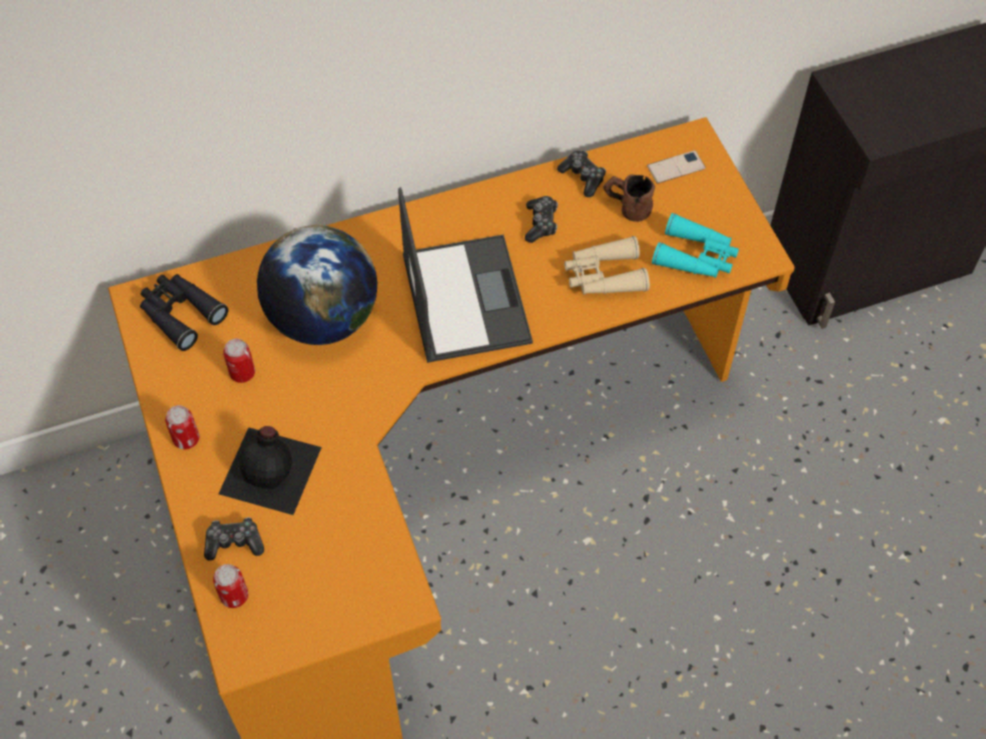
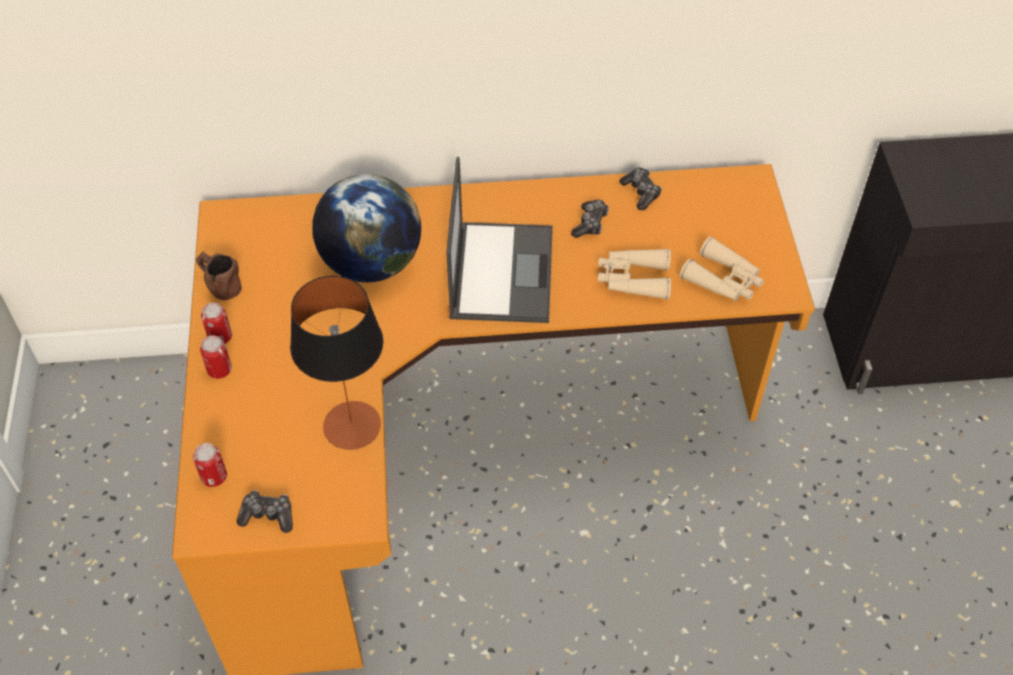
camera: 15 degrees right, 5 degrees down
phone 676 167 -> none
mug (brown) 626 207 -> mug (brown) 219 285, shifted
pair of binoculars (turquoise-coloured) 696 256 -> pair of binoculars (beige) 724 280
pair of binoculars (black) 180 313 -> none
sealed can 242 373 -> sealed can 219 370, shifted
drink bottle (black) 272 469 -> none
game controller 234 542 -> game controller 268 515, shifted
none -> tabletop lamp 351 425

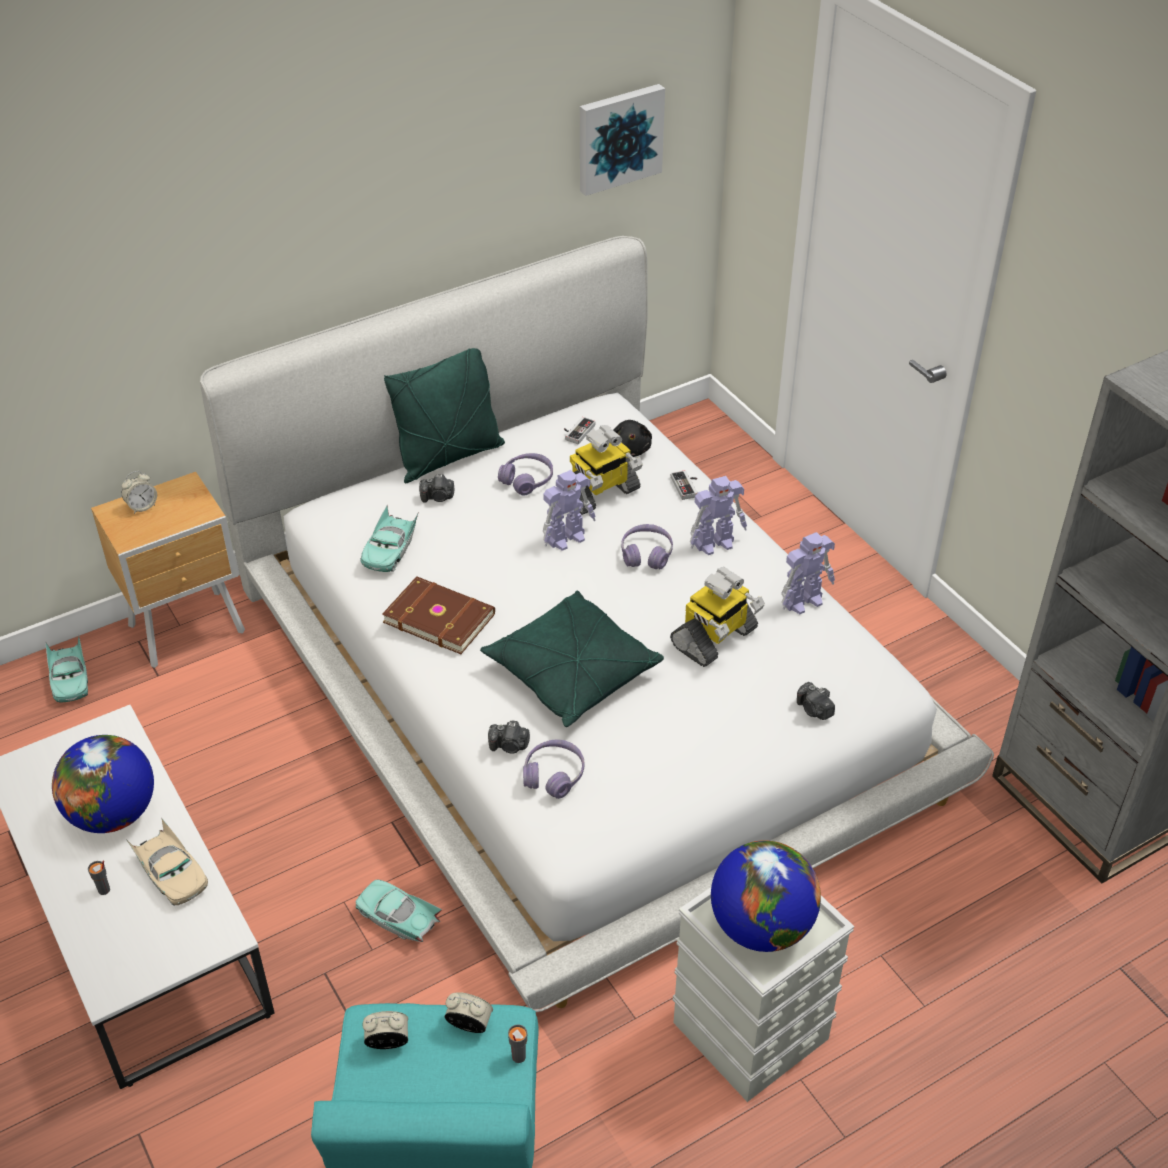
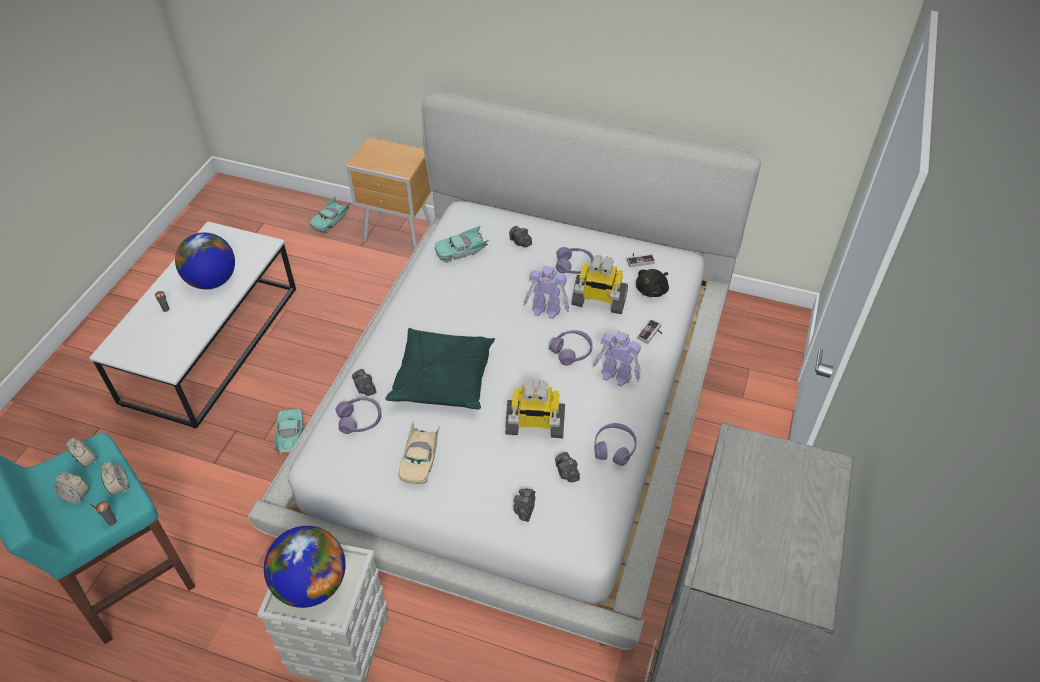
camera: 50 degrees right, 5 degrees up
wall art 619 137 -> none
pillow (green-coloured) 448 457 -> none
alarm clock 142 506 -> alarm clock 77 496, shifted
toy robot 804 601 -> headset (purplish) 614 448
book (brown) 439 617 -> none
miniature car (beige) 171 873 -> miniature car (beige) 420 460, shifted
none -> still camera 567 473

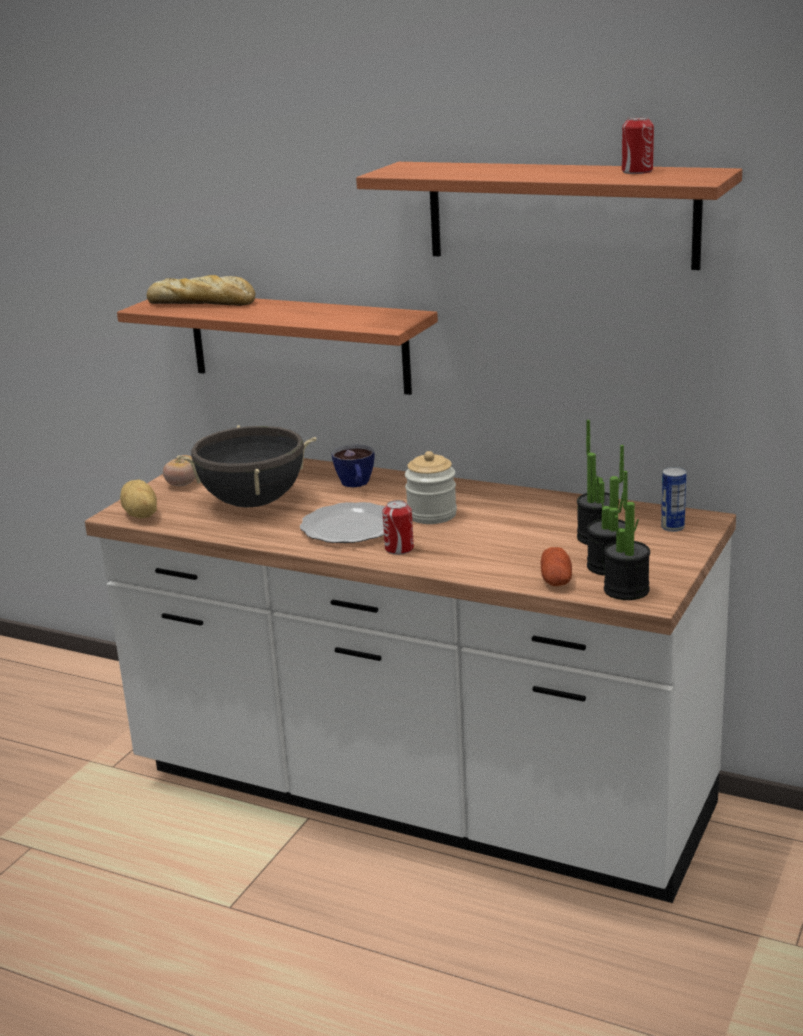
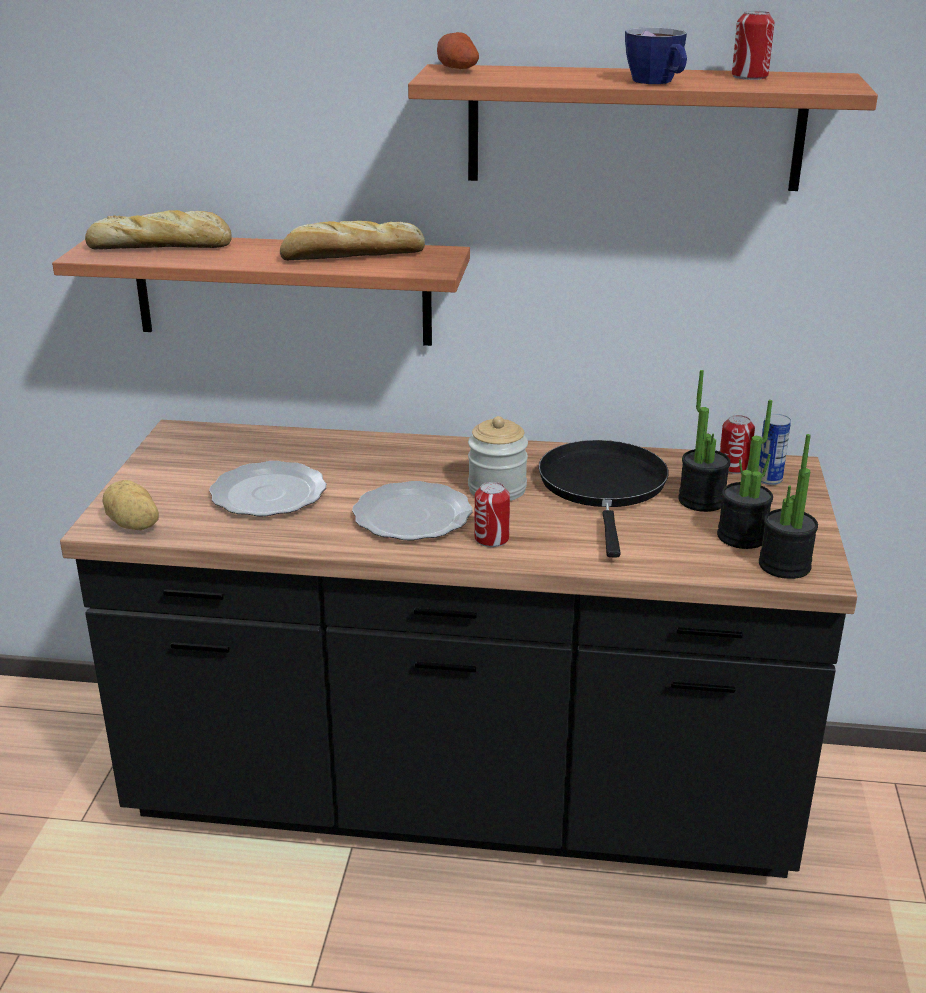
camera: 20 degrees left, 5 degrees up
cooking pot (black) 253 503 -> dinner plate 270 493
cup 356 485 -> cup 658 82, shifted
whole tomato 182 485 -> none
counter (white) 417 796 -> counter (black) 463 797
whole potato 556 580 -> whole potato 458 69, shifted
none -> bakery bread 350 256
none -> sealed can 733 467
none -> frying pan (black) 603 487

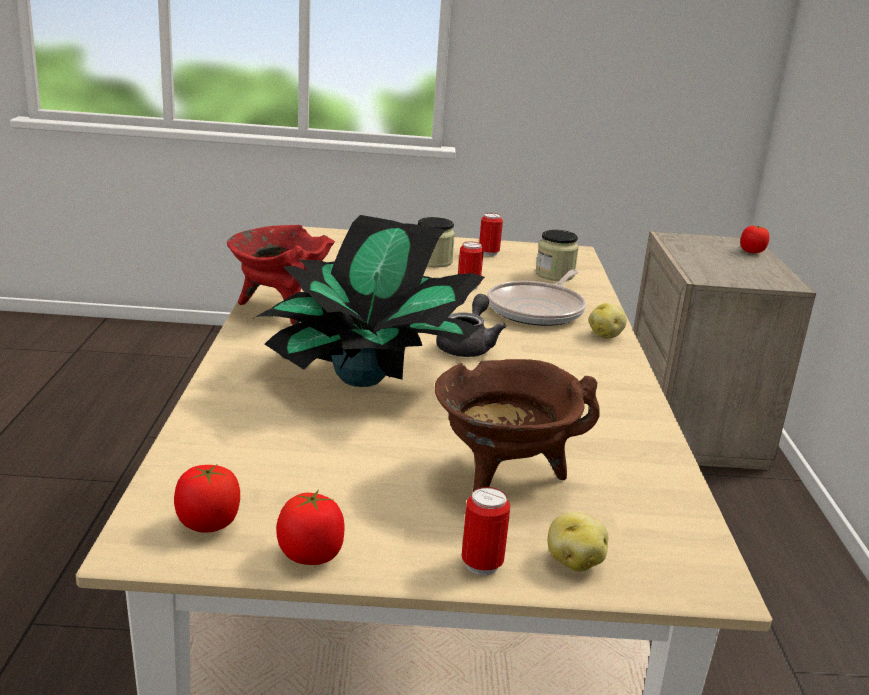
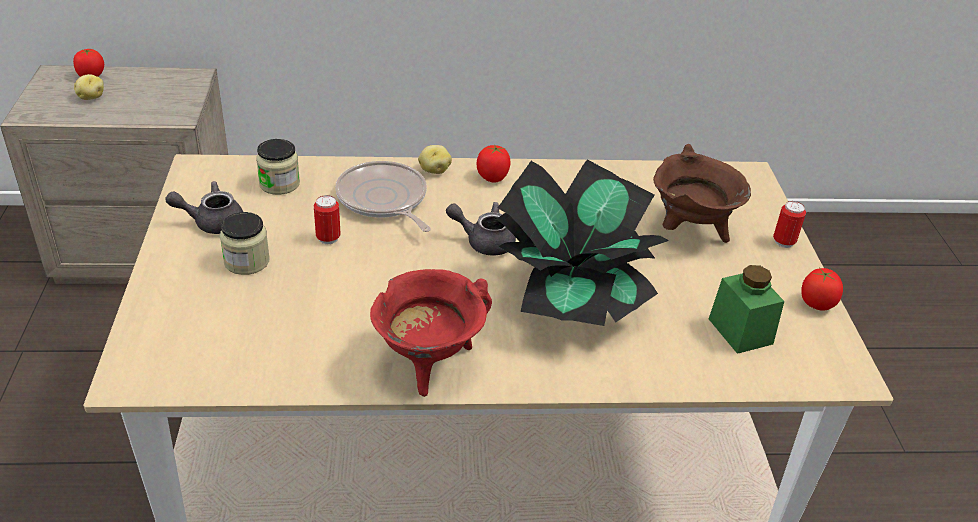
camera: 95 degrees left, 15 degrees up
sealed can 488 253 -> tea pot (greyish) 212 222
frying pan 538 310 -> frying pan 383 200, 150 degrees counterclockwise
whole tomato 208 525 -> whole tomato 492 177, shifted
whole potato 574 561 -> whole potato 90 97, shifted
none -> preserve jar (green-coloured) 740 331

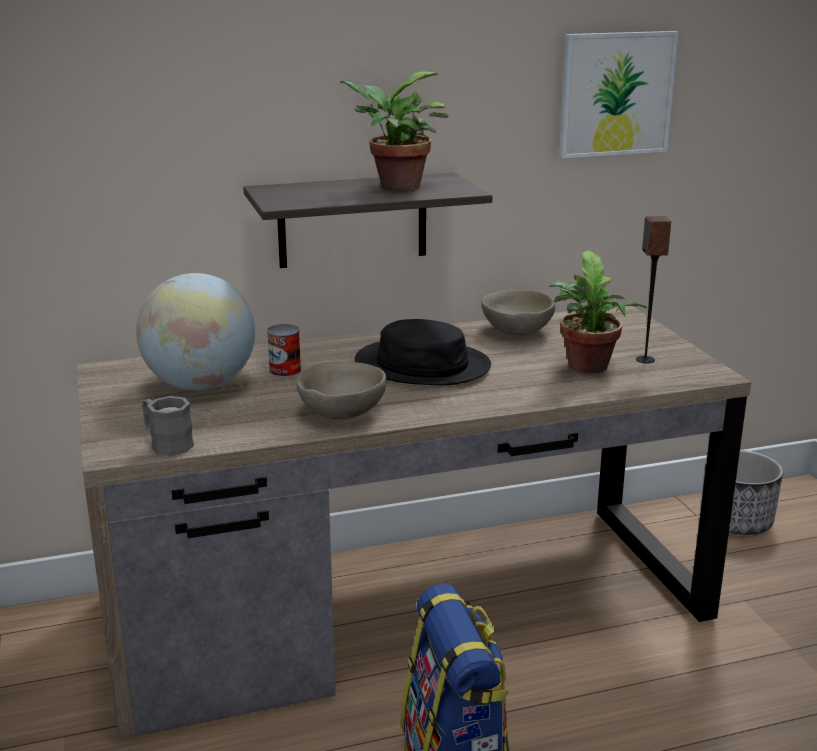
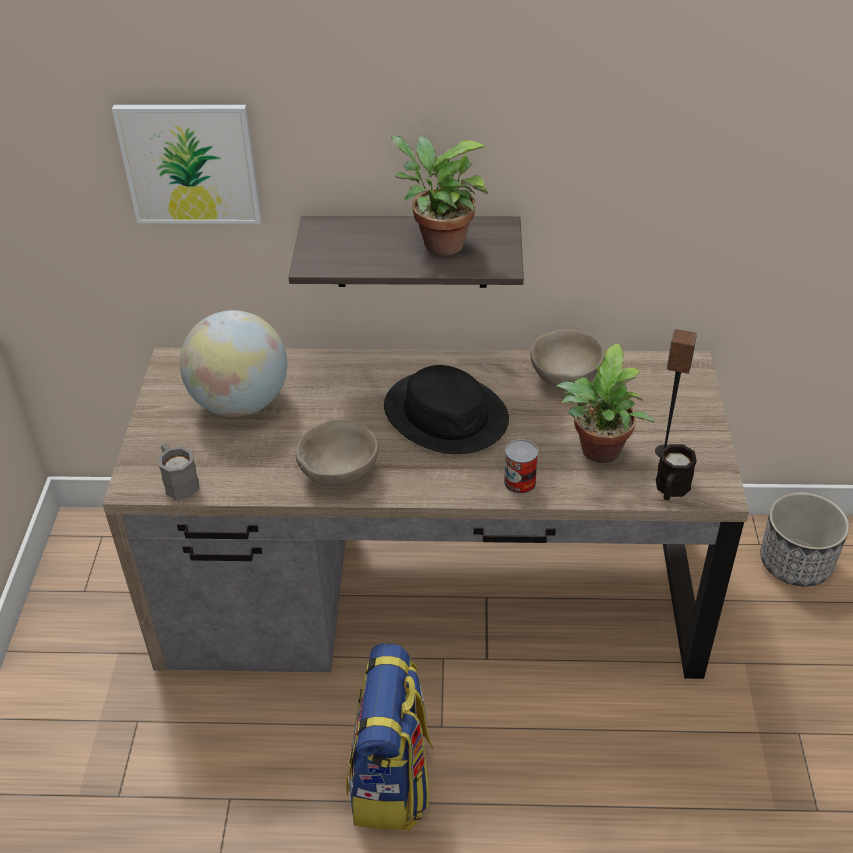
camera: 20 degrees right, 20 degrees up
wall art 616 94 -> wall art 190 164, shifted
sealed can 285 371 -> sealed can 519 482, shifted
none -> mug (black) 670 490

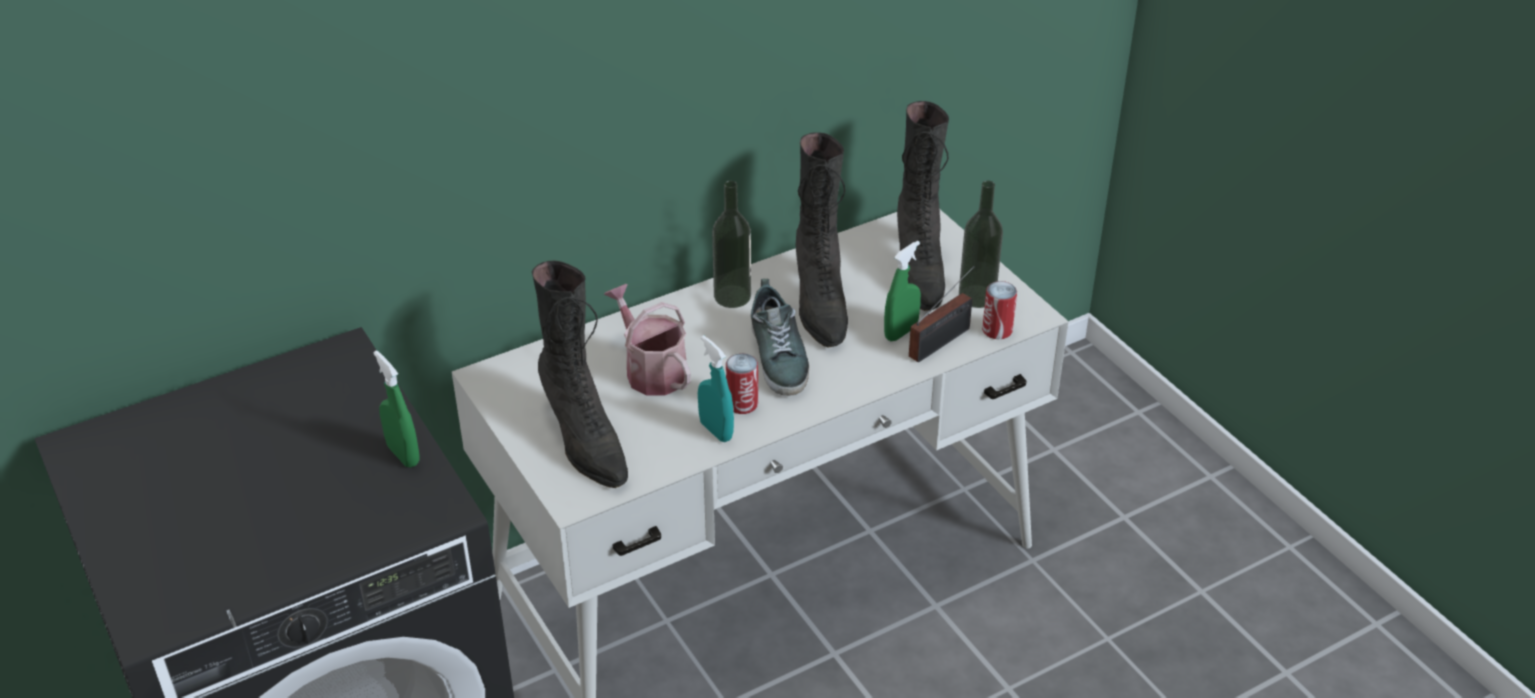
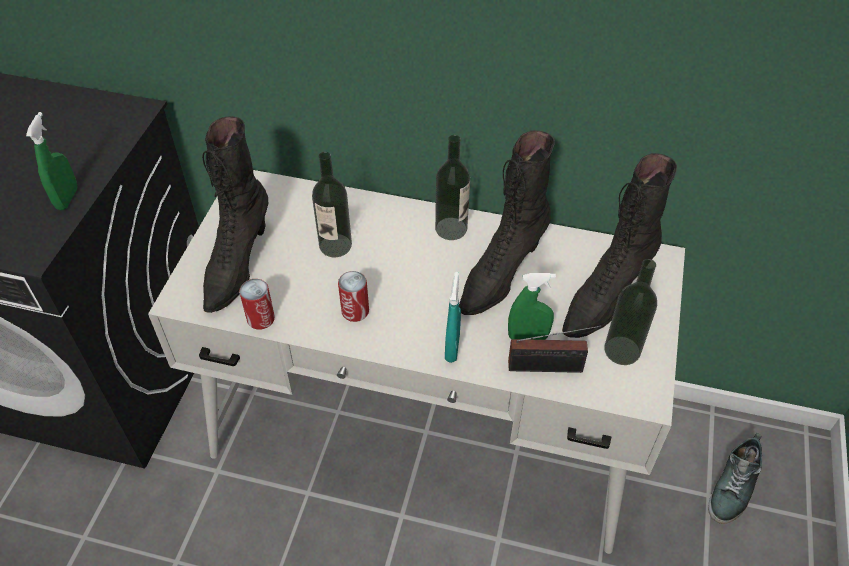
camera: 45 degrees right, 10 degrees up
low shoe 779 356 -> low shoe 733 487, shifted
sealed can 997 330 -> sealed can 261 319, shifted
watering pot 651 370 -> drink bottle 335 245
spray bottle (turquoise-coloured) 716 431 -> spray bottle (turquoise-coloured) 452 348, shifted

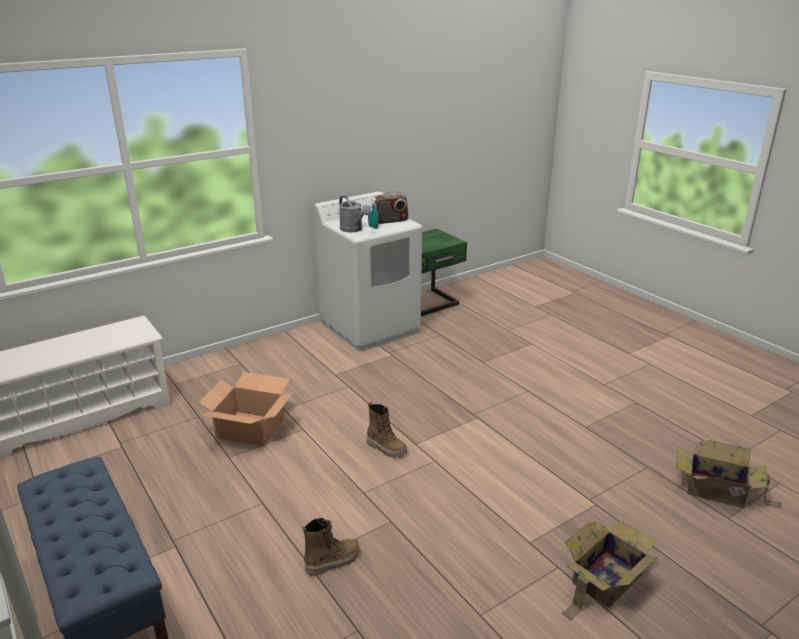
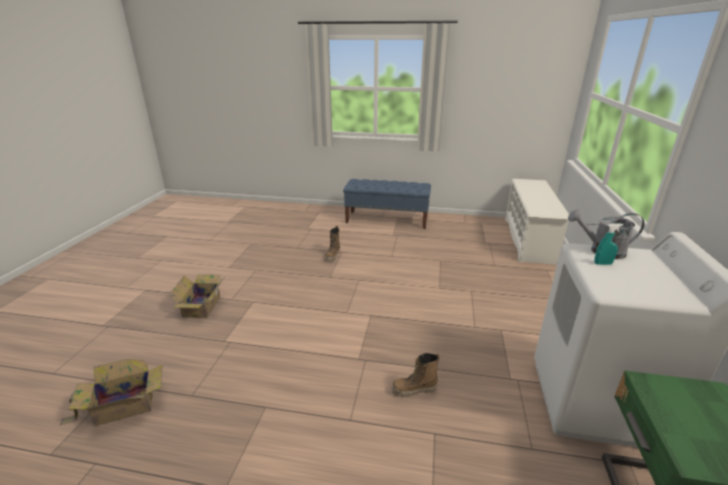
camera: 135 degrees right, 0 degrees up
radio set 390 221 -> none
packing box 250 428 -> none
boot 386 448 -> boot 414 390, shifted

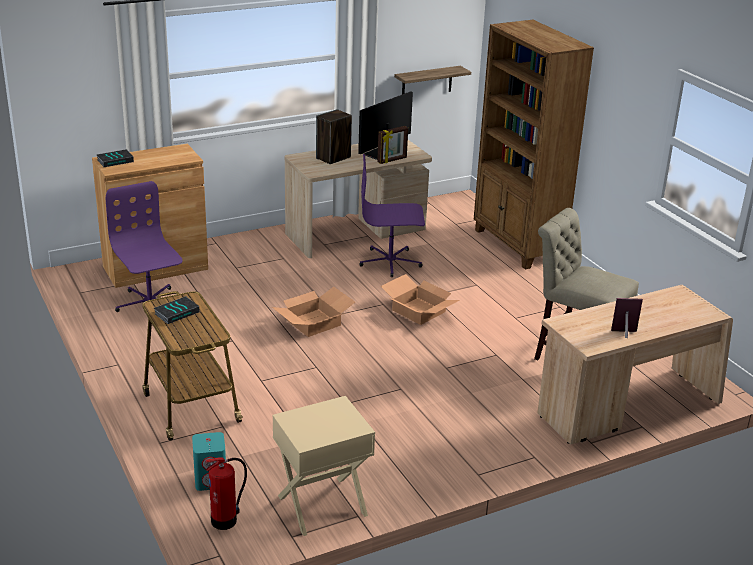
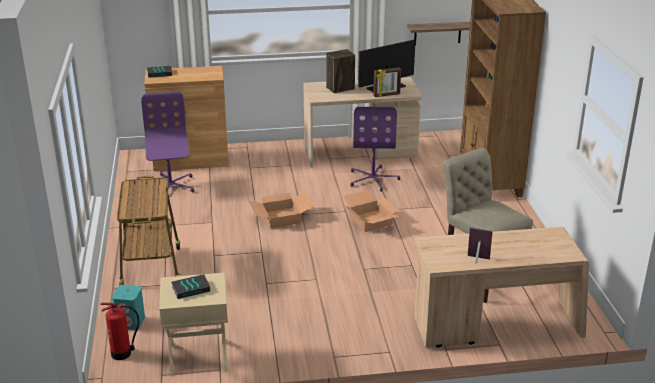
camera: 20 degrees right, 0 degrees up
computer chair (purplish) 390 262 -> computer chair (purplish) 373 179, 105 degrees counterclockwise
book 177 312 -> book 191 288, shifted

